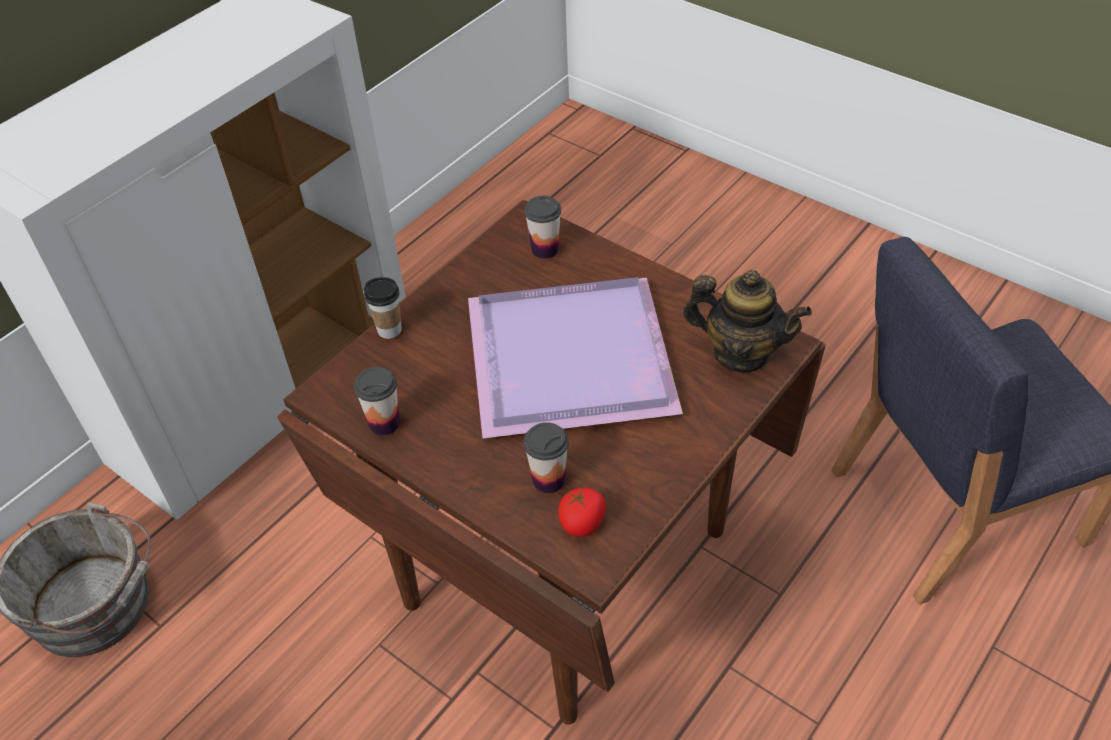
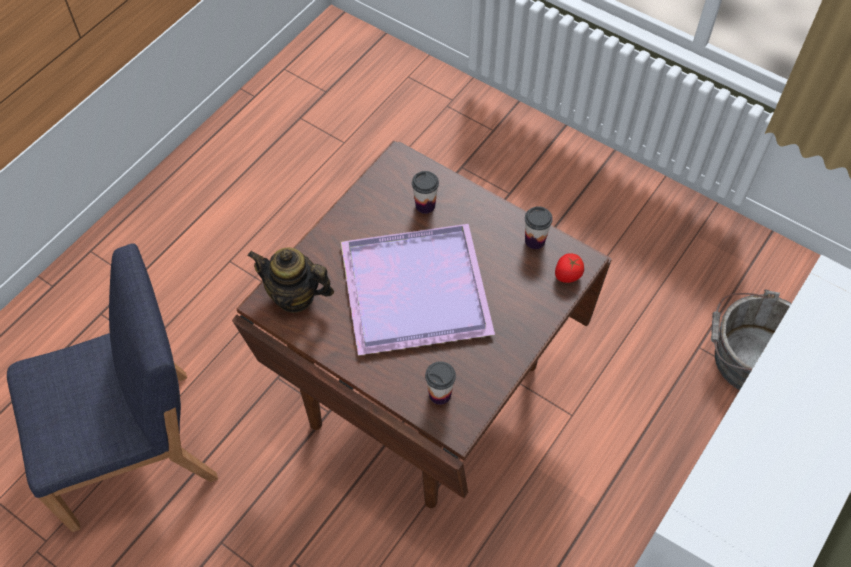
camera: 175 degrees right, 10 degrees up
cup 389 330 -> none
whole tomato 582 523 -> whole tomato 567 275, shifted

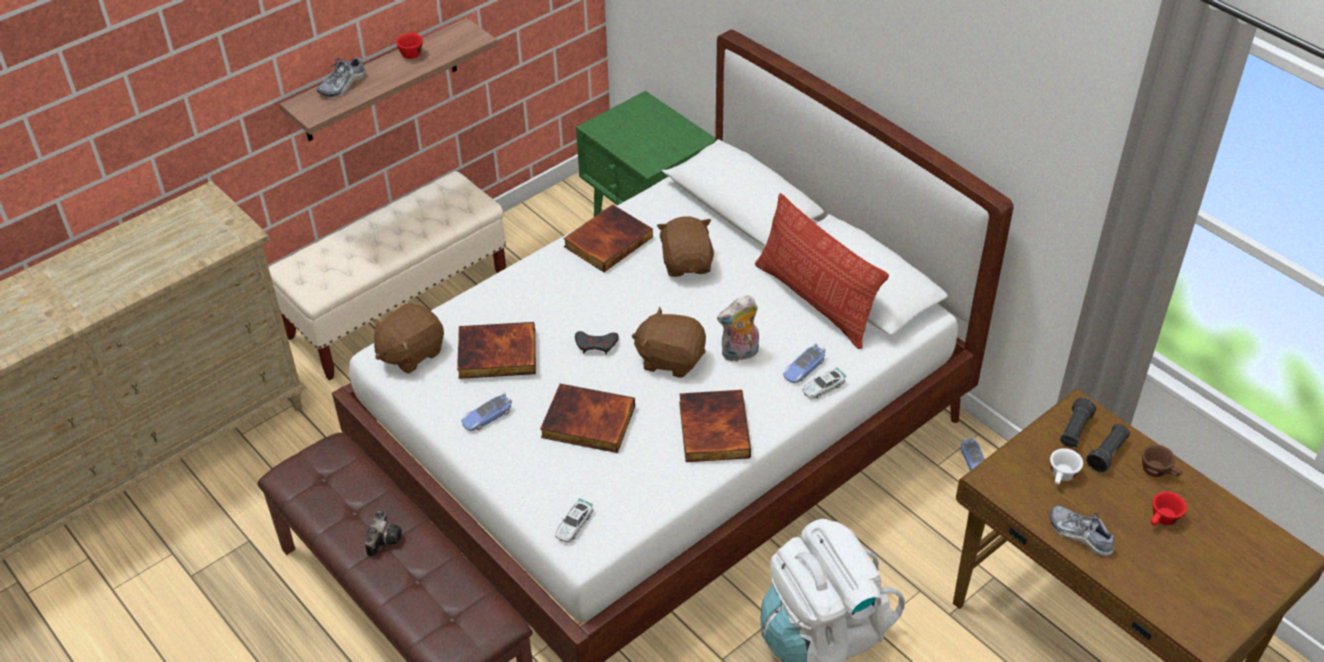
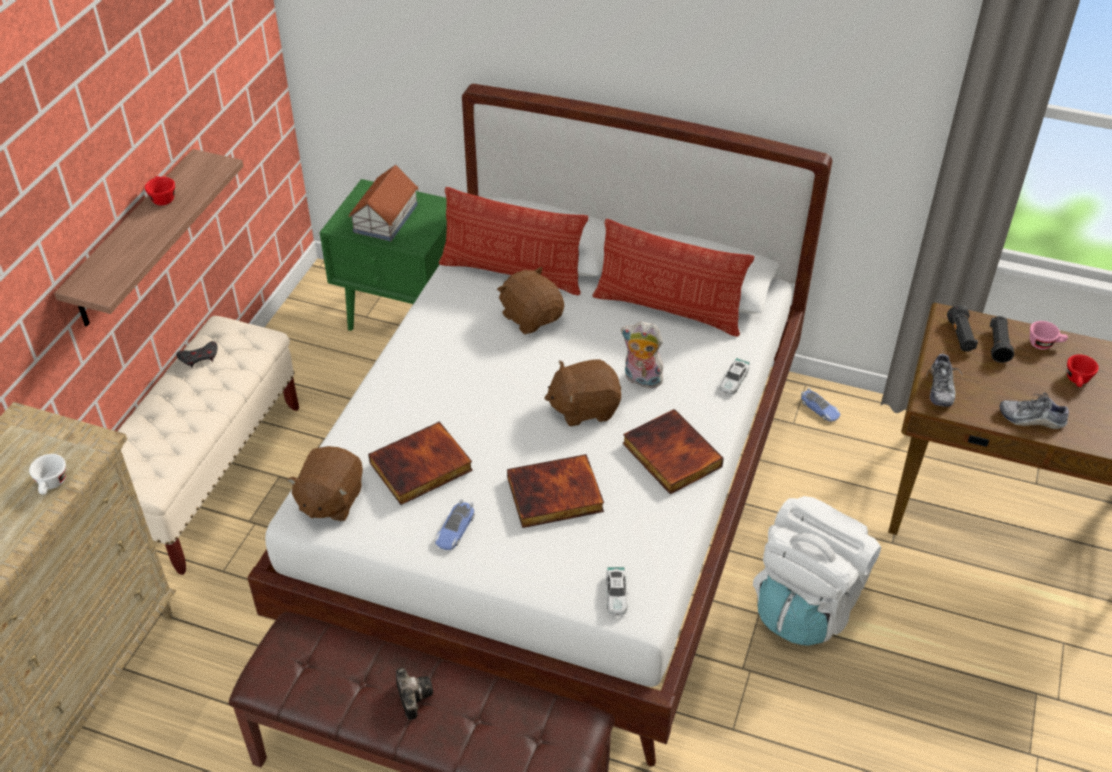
camera: 30 degrees left, 0 degrees up
low shoe 343 85 -> low shoe 940 388, shifted
book 607 241 -> none
plush toy 739 354 -> plush toy 641 380, 75 degrees clockwise
game controller (greyish) 596 345 -> game controller (greyish) 199 357, shifted
miniature car 803 368 -> none
cup (brown) 1159 471 -> cup (pink) 1044 344
cup (white) 1062 477 -> cup (white) 52 485, shifted
none -> toy house 385 218
none -> pillow 512 272

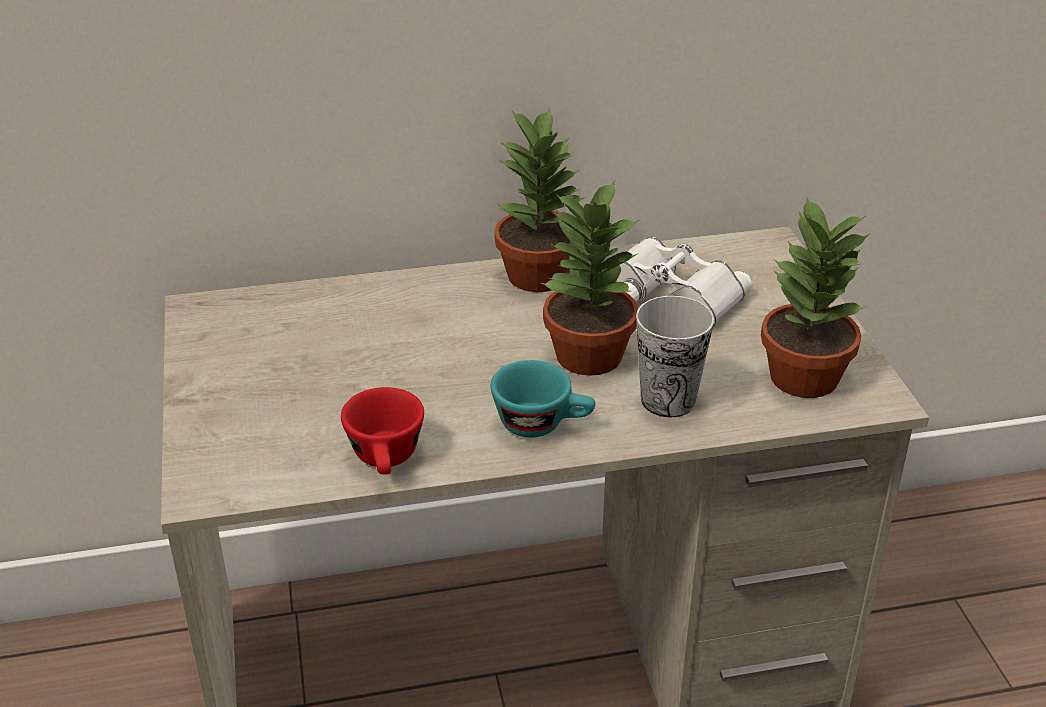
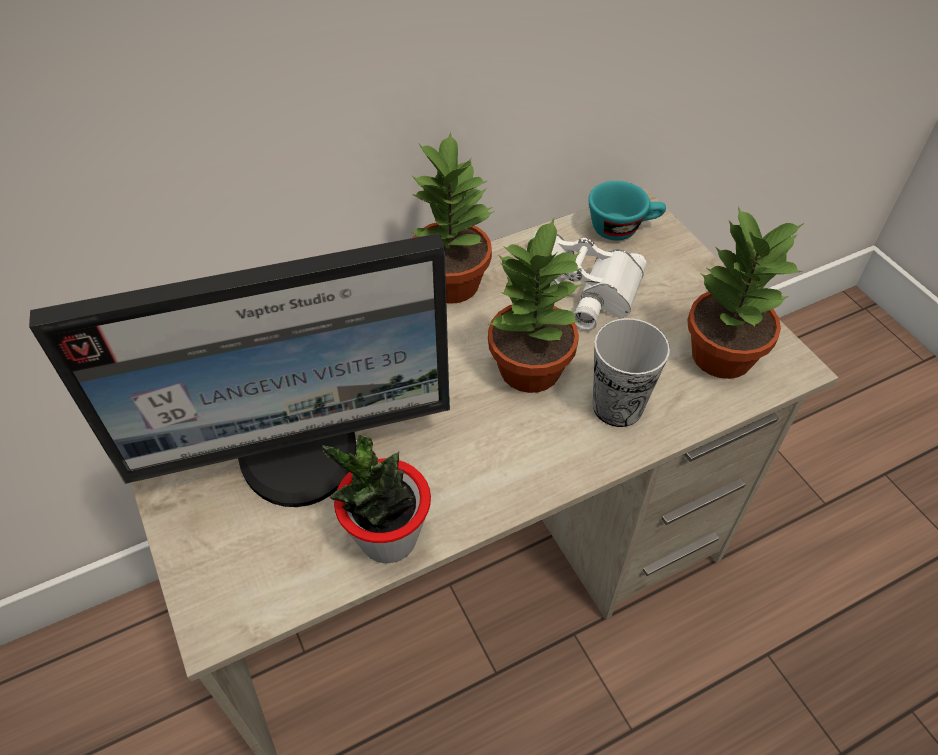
camera: 15 degrees left, 15 degrees up
cup (turquoise-coloured) 542 424 -> cup (turquoise-coloured) 622 228, shifted
cup (red) 387 460 -> plant in a pot 388 538
none -> computer display 300 453

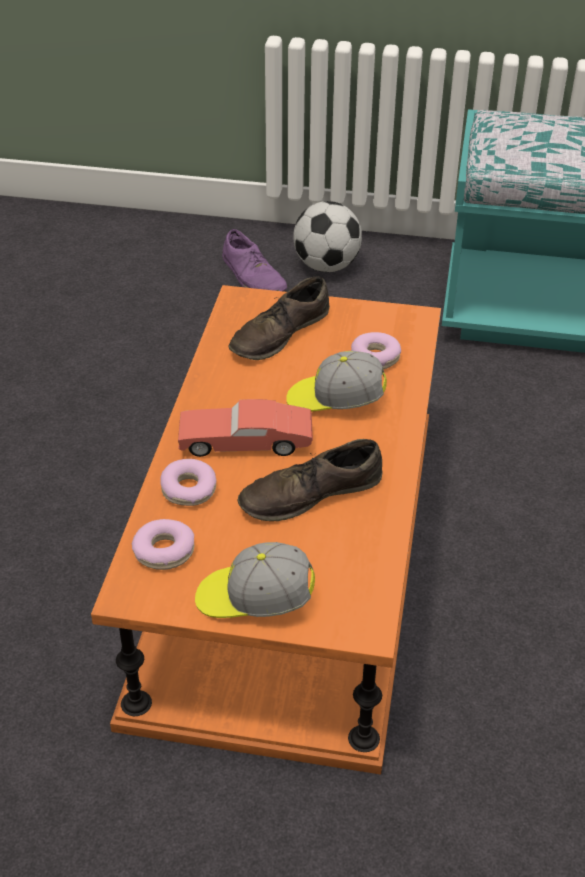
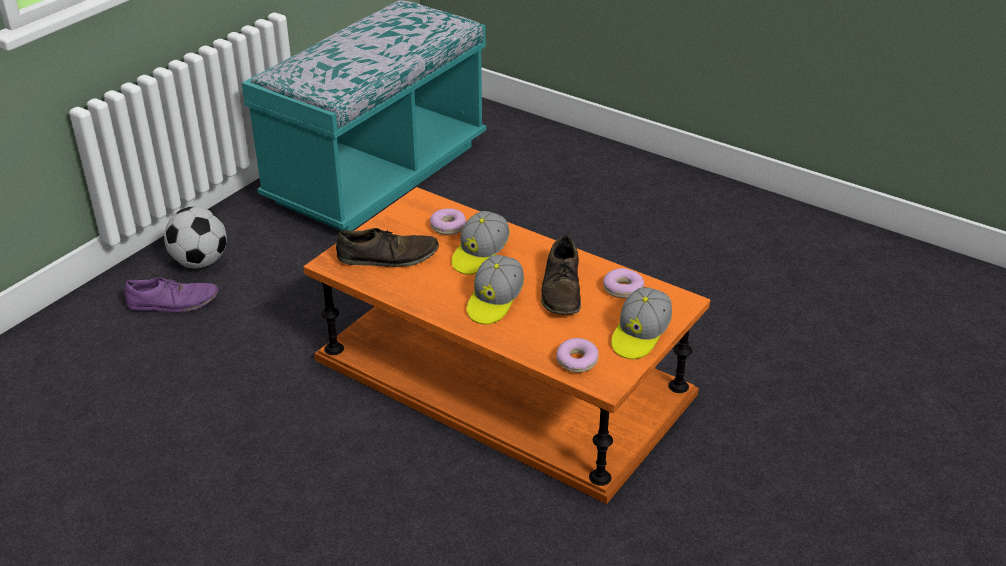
camera: 65 degrees left, 5 degrees down
low shoe (brown) 279 334 -> low shoe (brown) 388 257, 75 degrees counterclockwise
miniature car (red) 246 442 -> cap 494 301
donut 188 490 -> donut 623 289, shifted

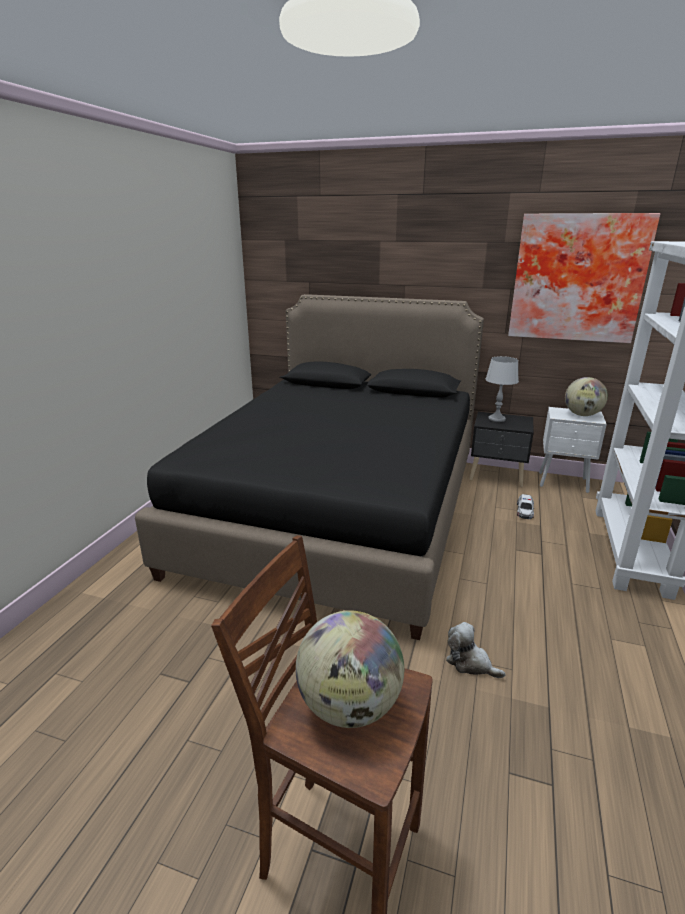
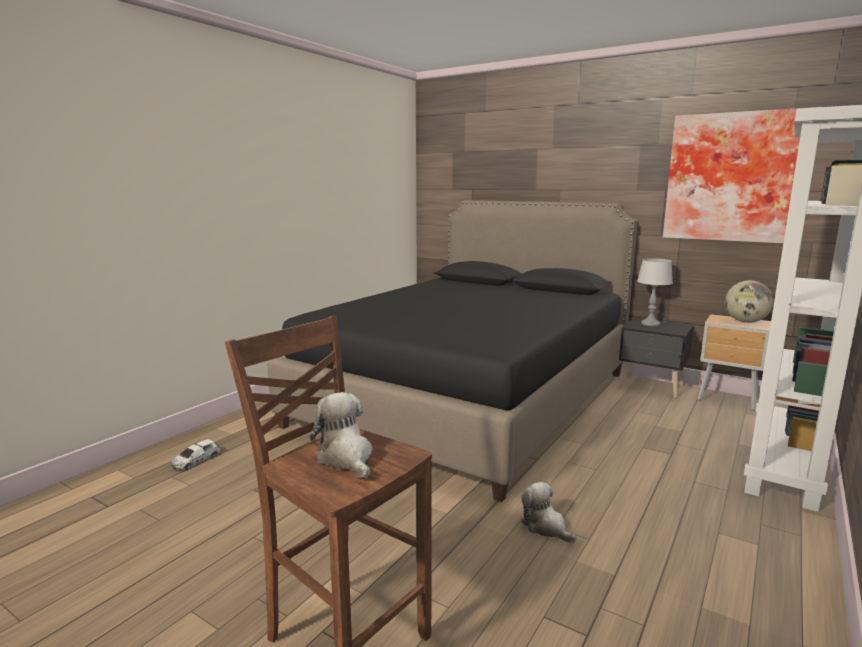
camera: 15 degrees right, 10 degrees down
nightstand (white) 564 483 -> nightstand (brown) 729 400
miniature car 524 511 -> miniature car 195 460, shifted
globe 349 706 -> plush toy 346 457

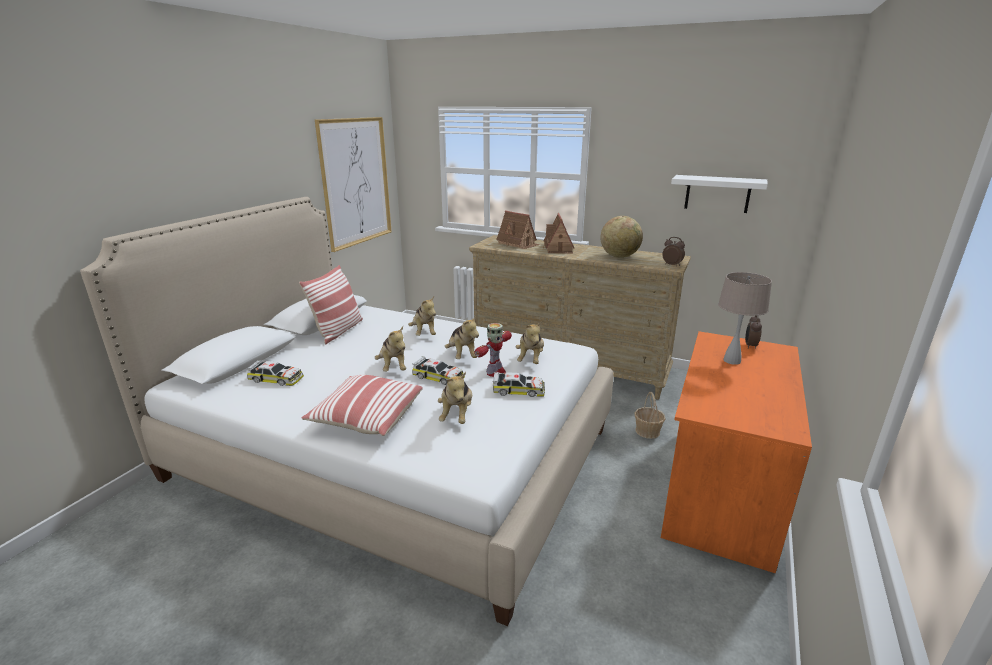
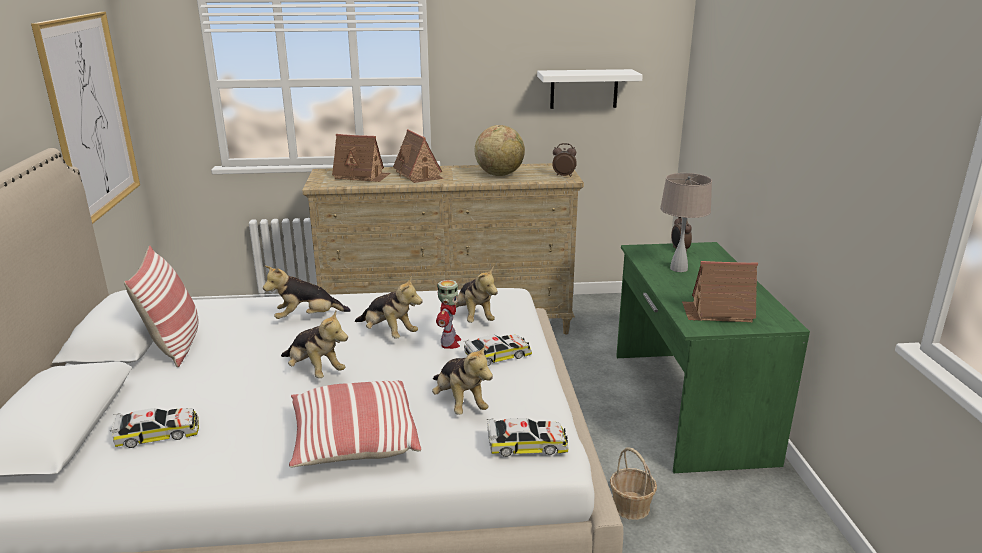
camera: 30 degrees left, 0 degrees up
plush toy 424 333 -> plush toy 307 318, 120 degrees clockwise
desk unit (orange) 720 487 -> desk unit (green-coloured) 687 405
miniature car 438 377 -> miniature car 527 445, shifted
household basket 647 431 -> household basket 631 507, shifted
none -> toy house 717 312

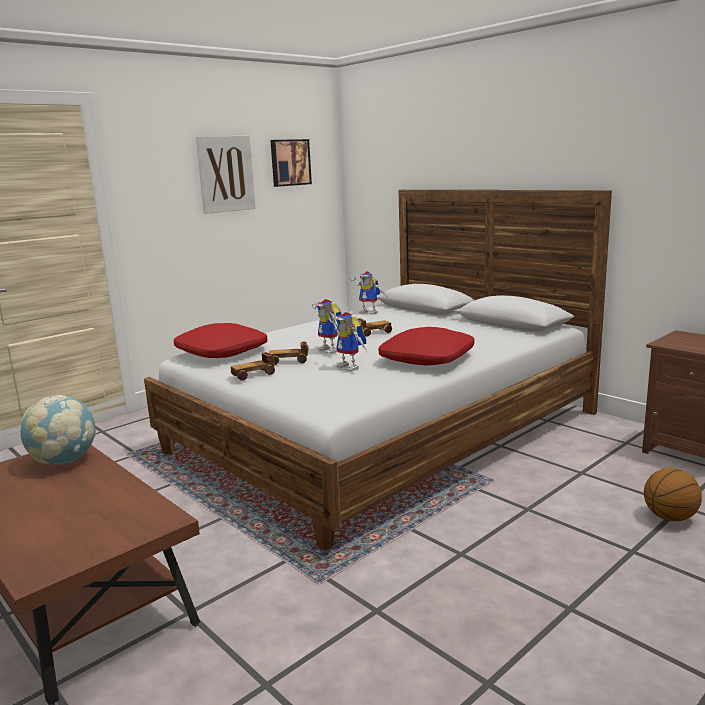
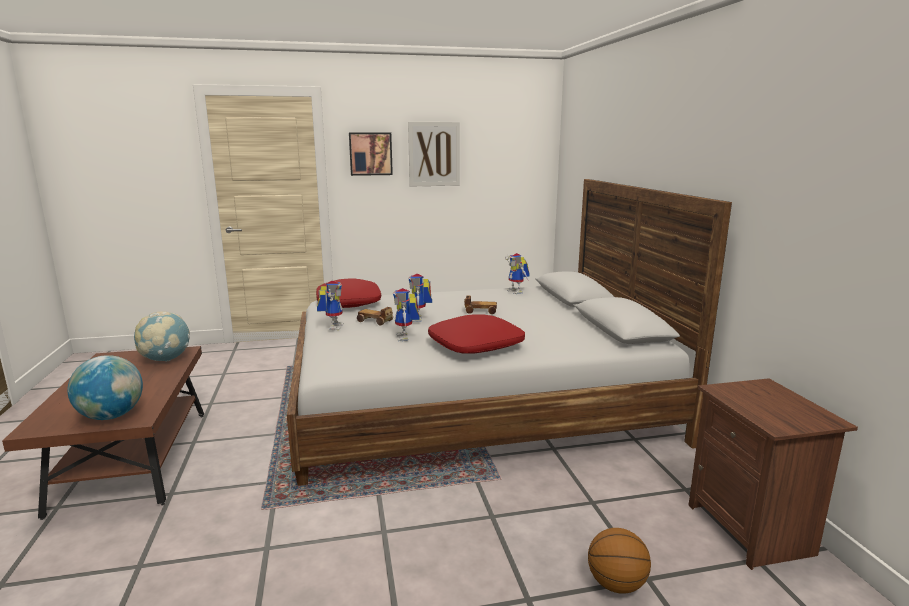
camera: 30 degrees right, 0 degrees up
wall art 290 162 -> wall art 370 153, shifted
miniature car 254 375 -> toy robot 333 326
none -> globe 111 416

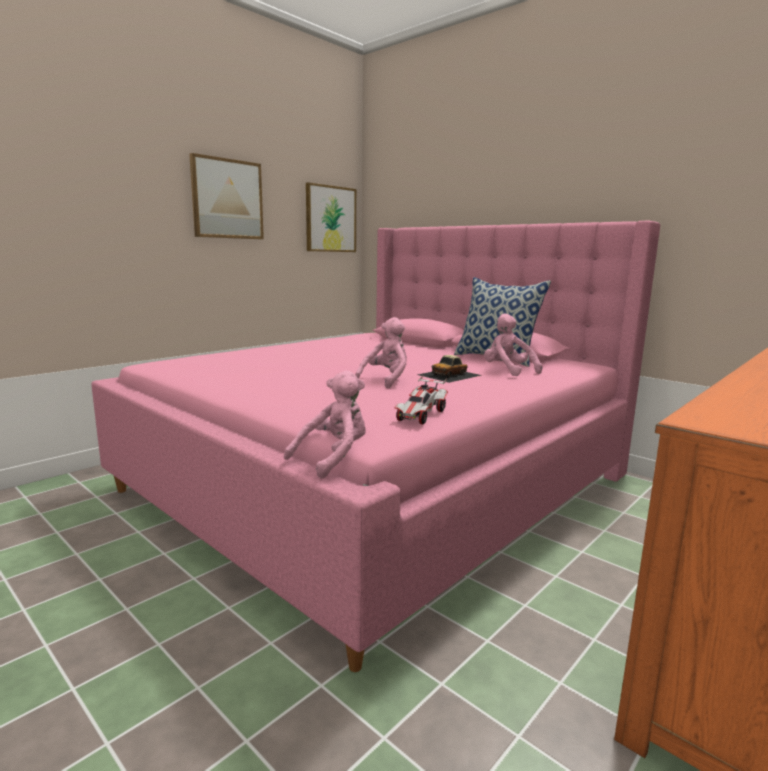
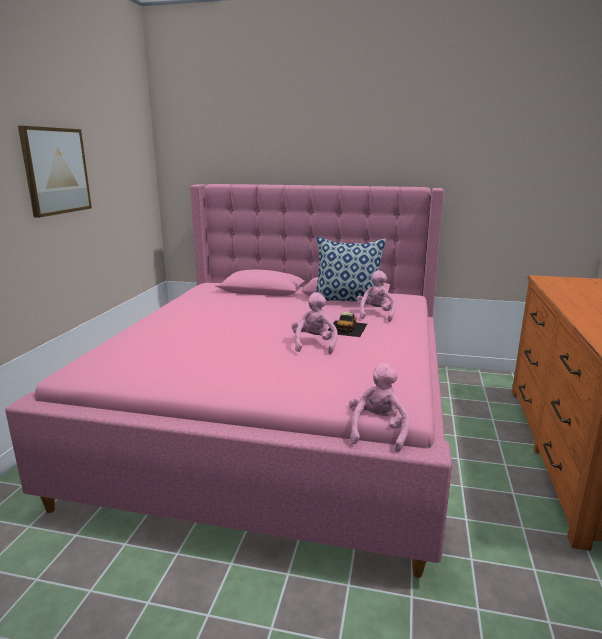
camera: 30 degrees left, 5 degrees up
wall art 330 219 -> none
plush toy (pink) 508 371 -> plush toy (pink) 375 315, 75 degrees clockwise
miniature car 421 415 -> none

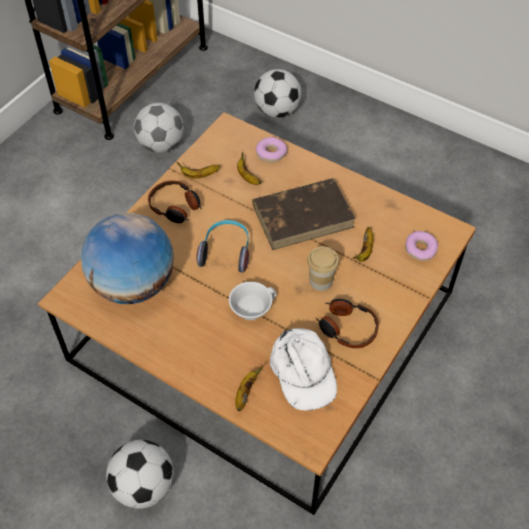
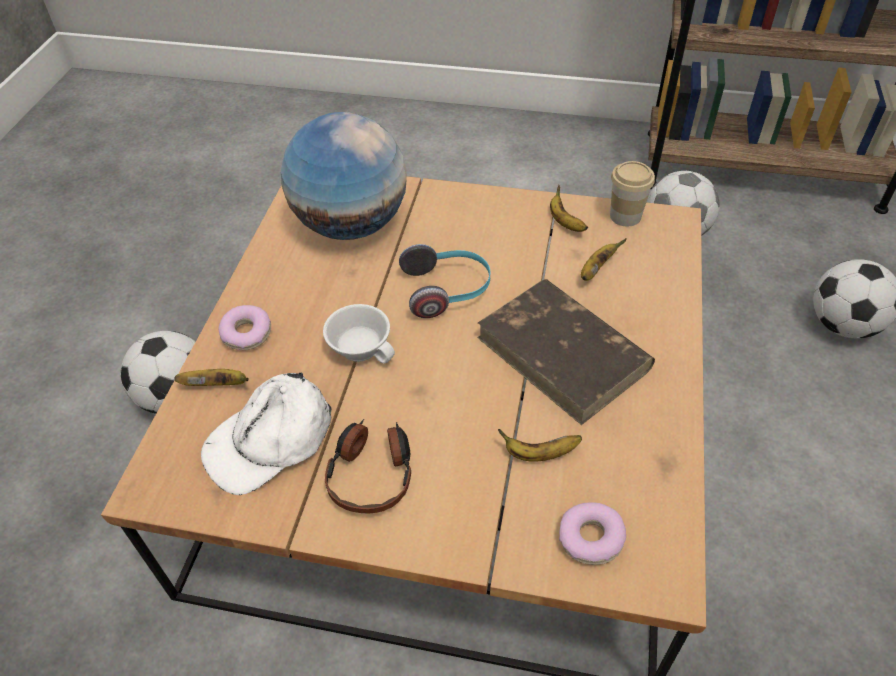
camera: 70 degrees right, 5 degrees down
donut 271 153 -> donut 246 334, shifted
headset 175 207 -> none
cup 321 281 -> cup 625 216, shifted

